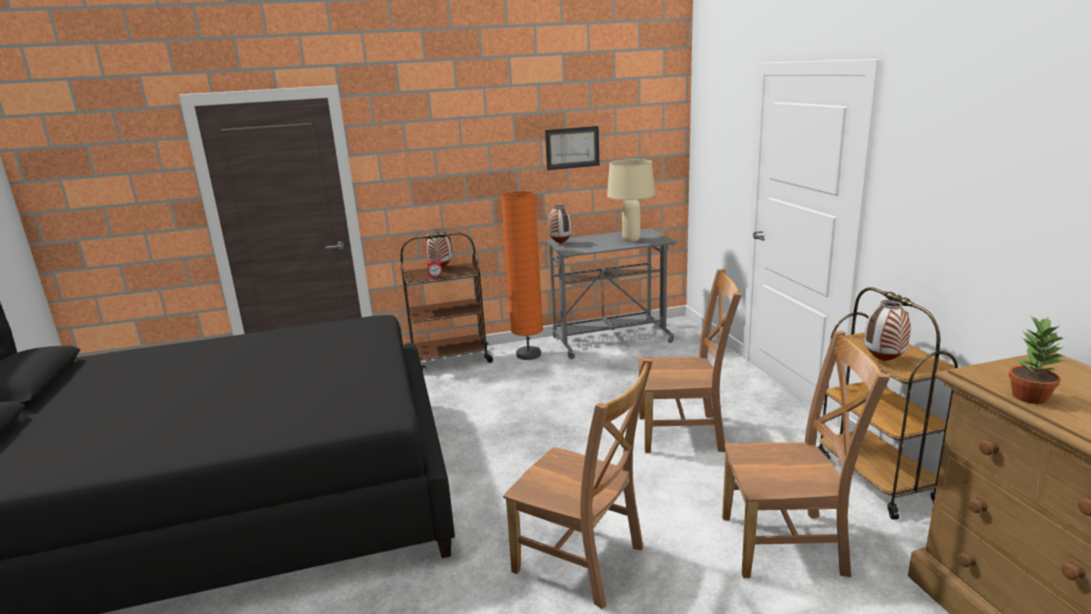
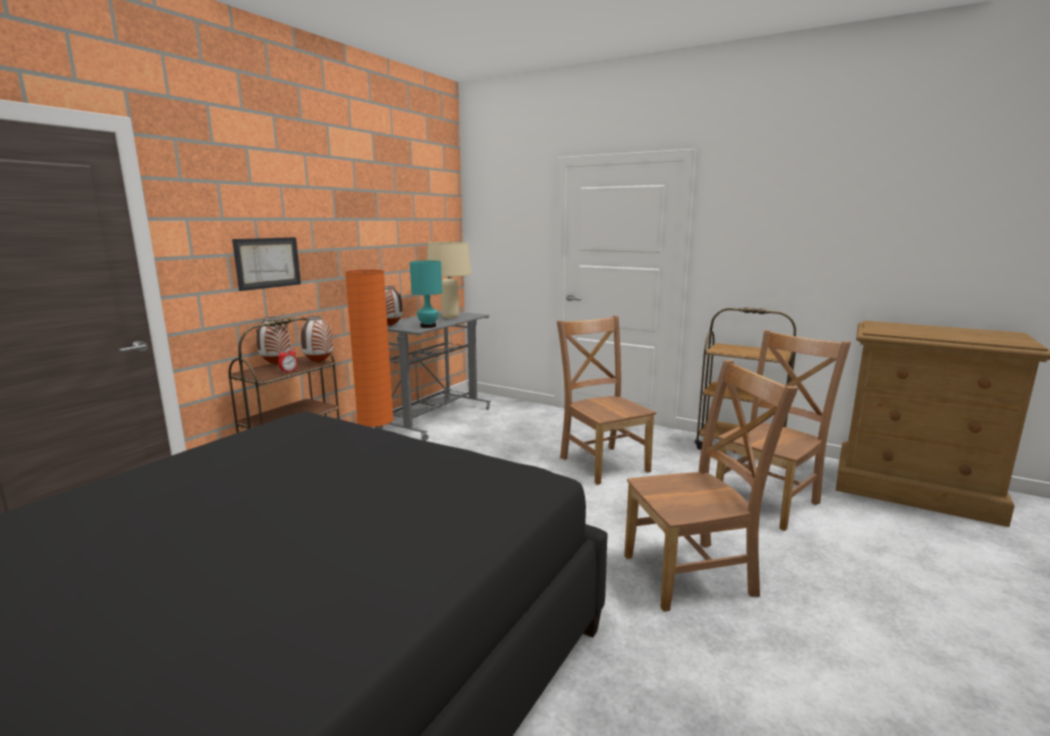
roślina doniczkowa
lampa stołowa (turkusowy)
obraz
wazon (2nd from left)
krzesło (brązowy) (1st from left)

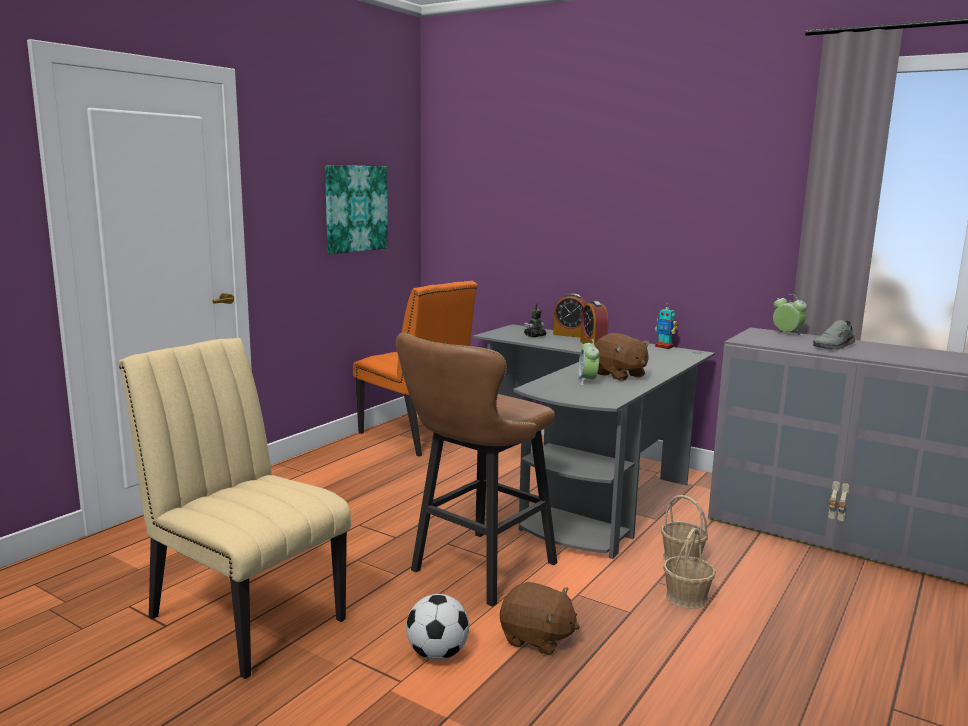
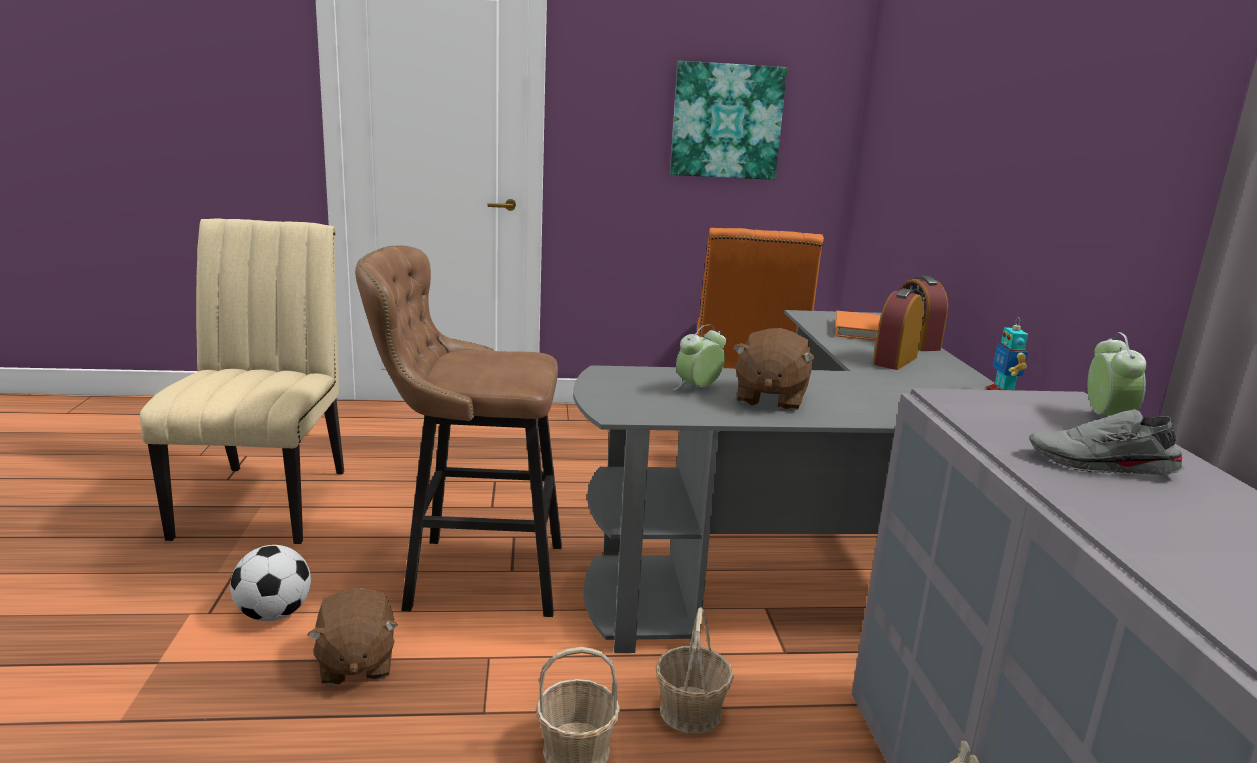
książka (pomarańczowy)

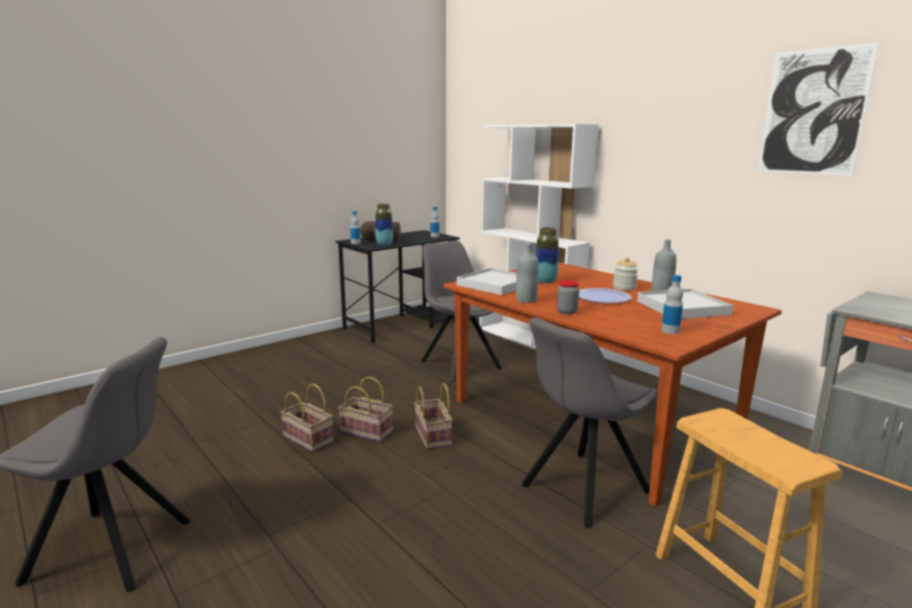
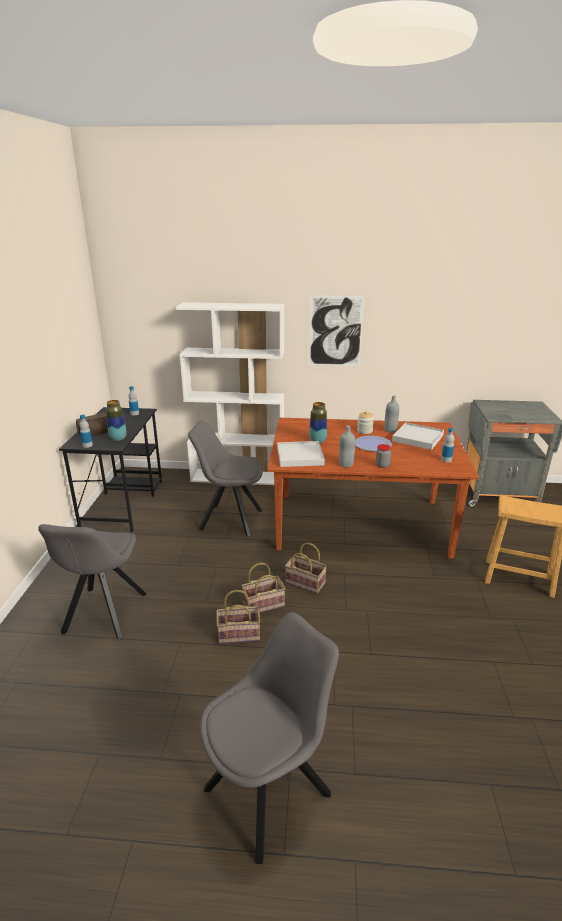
krzesło (szary) (1st from left)
obraz

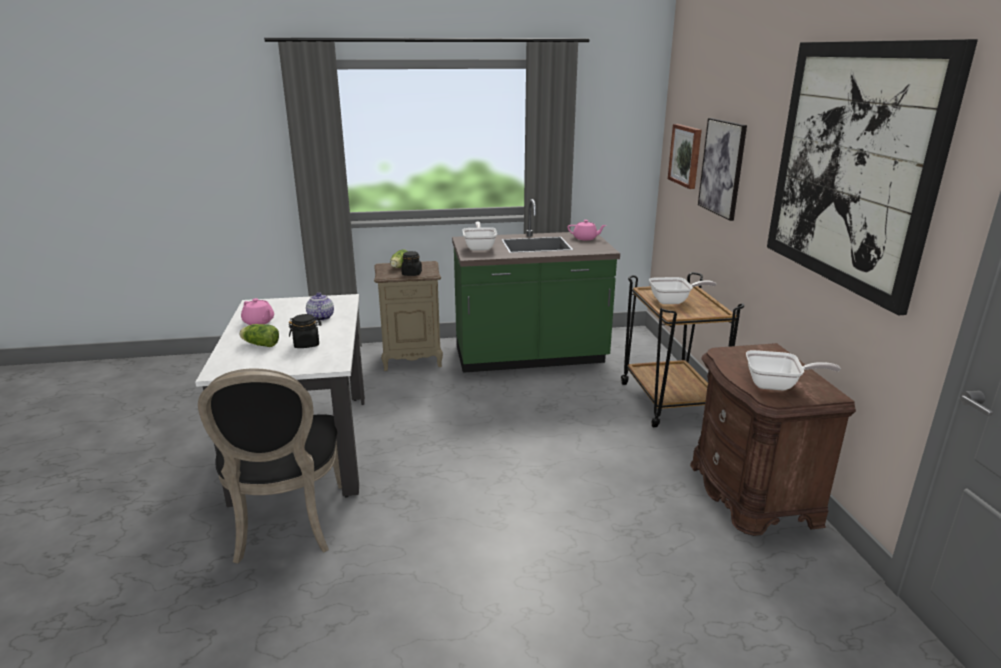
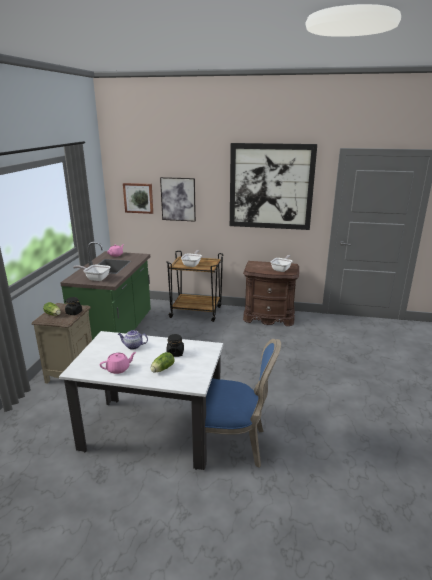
krzesło (niebieski)

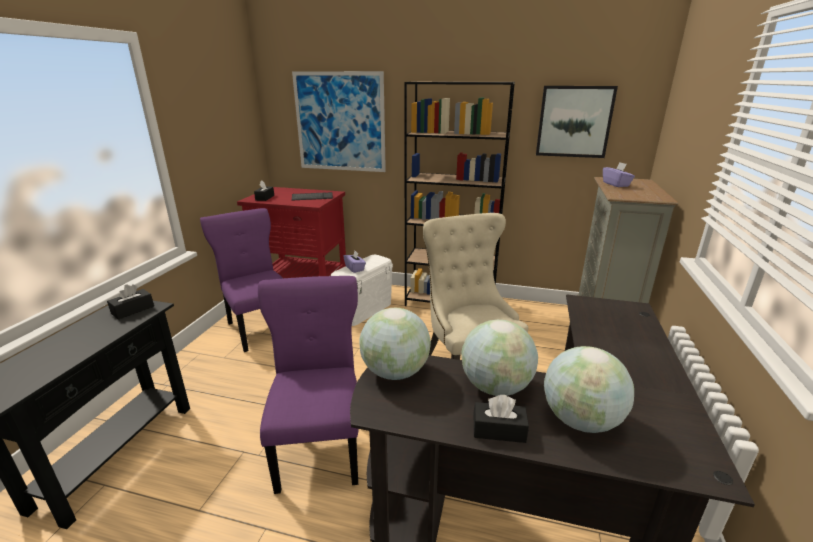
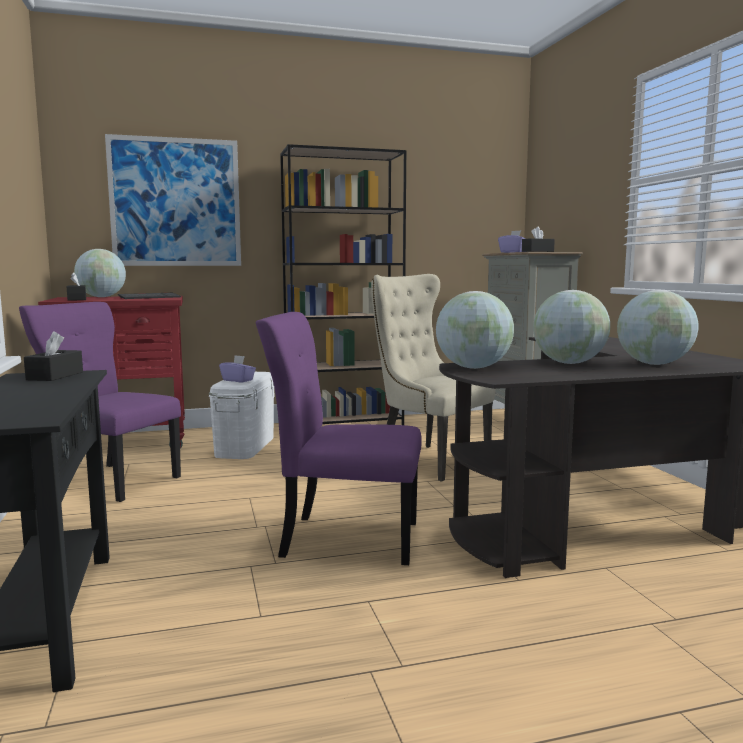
obraz (2nd from left in the first image)
globus (1st from left)
pudełko chusteczek (czarny) (3rd from left)
krzesło (fioletowy) (2nd from left)

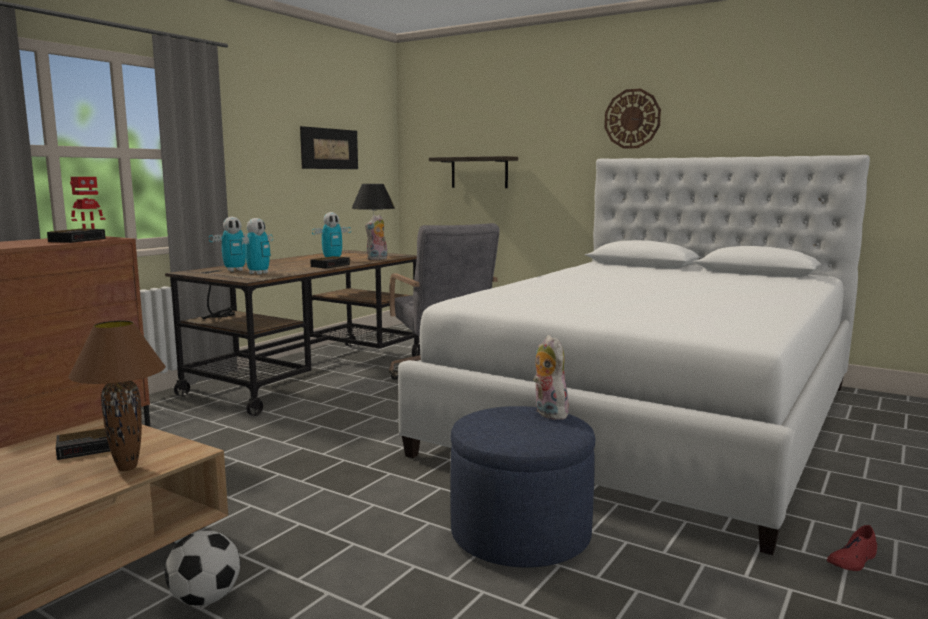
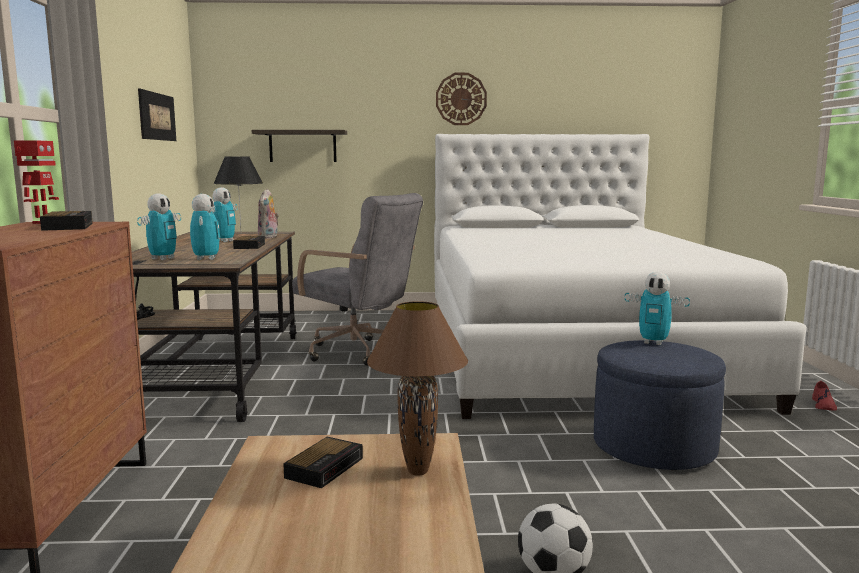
robot zabawkowy (5th from left)

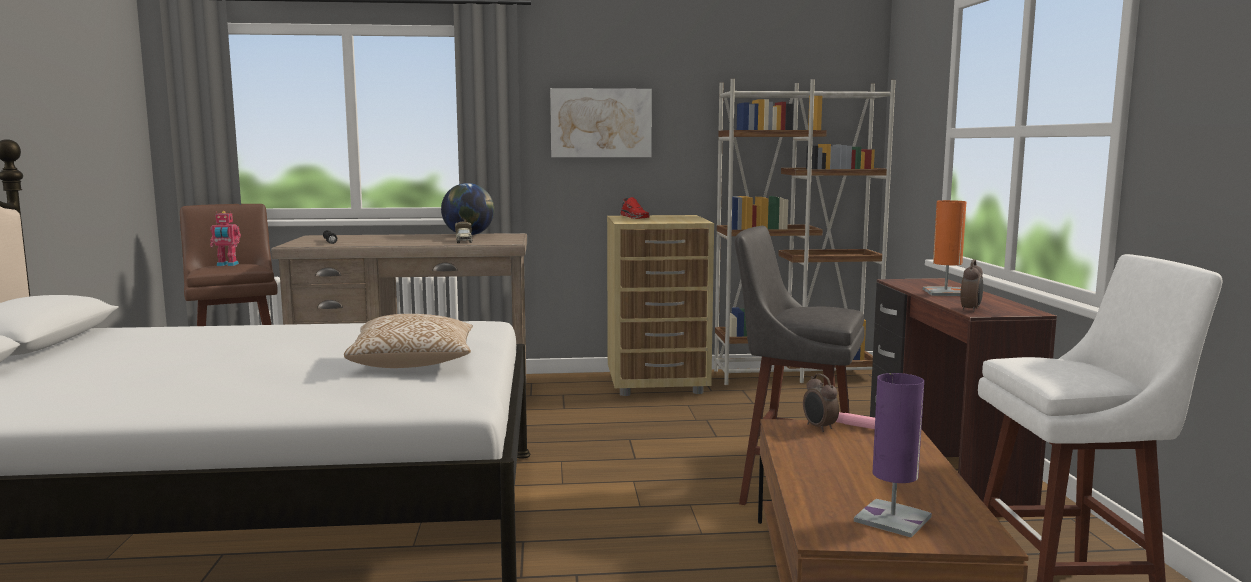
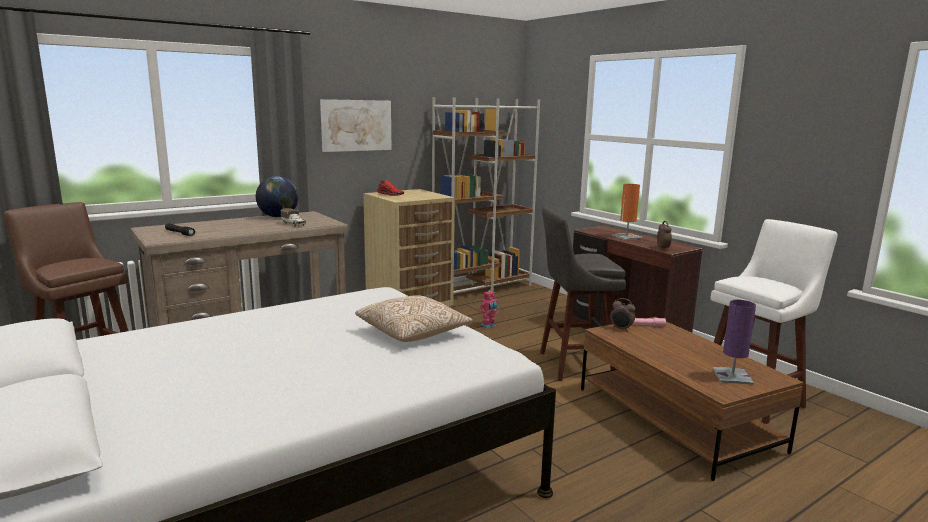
robot zabawkowy

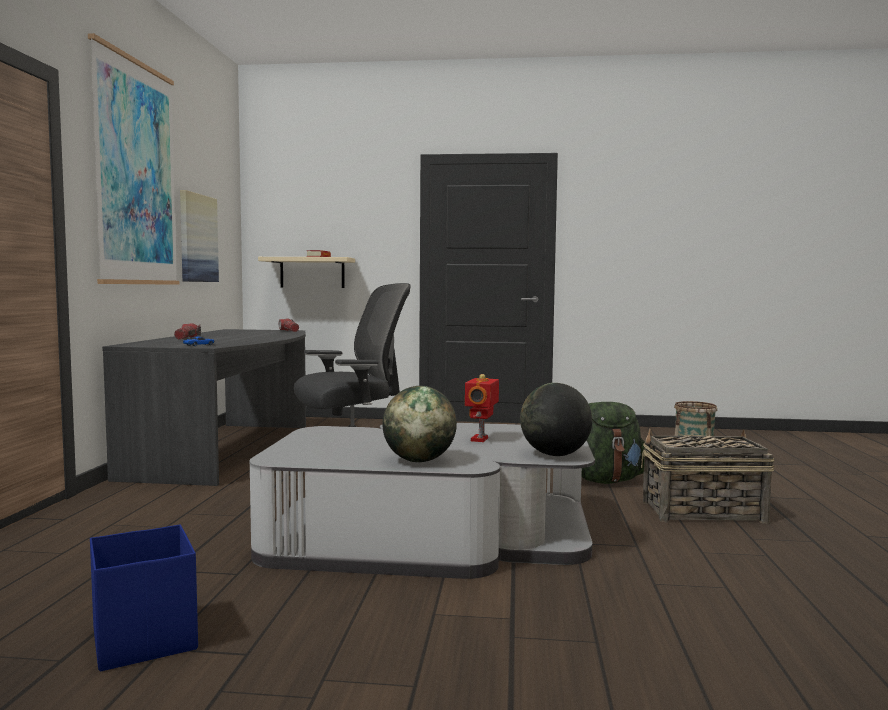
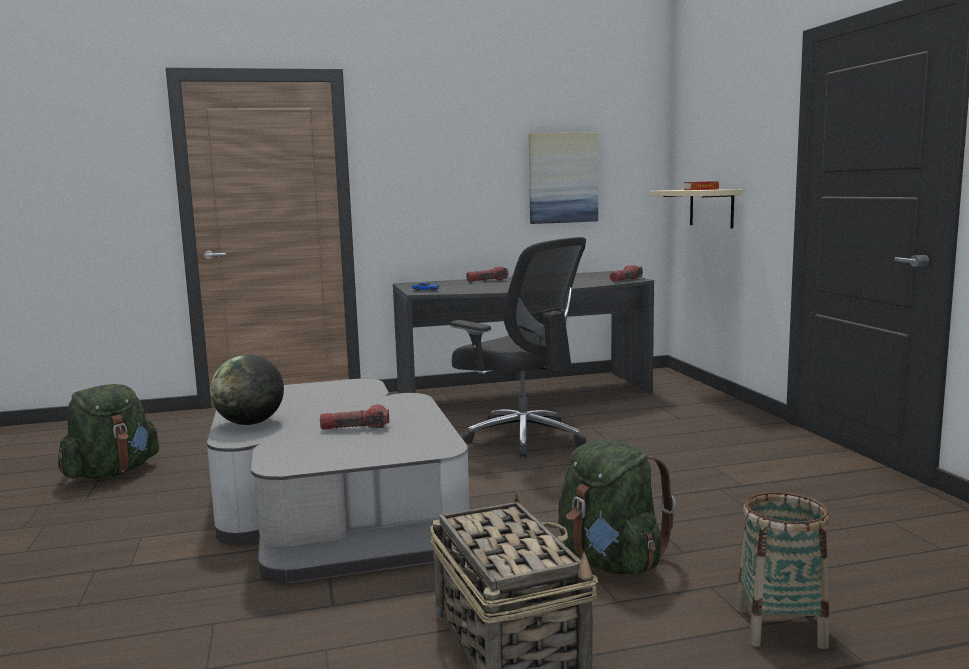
obraz (1st from left in the first image)
globus (2nd from left in the first image)
plecak (zielony) (1st from left)
latarka (1st from left)

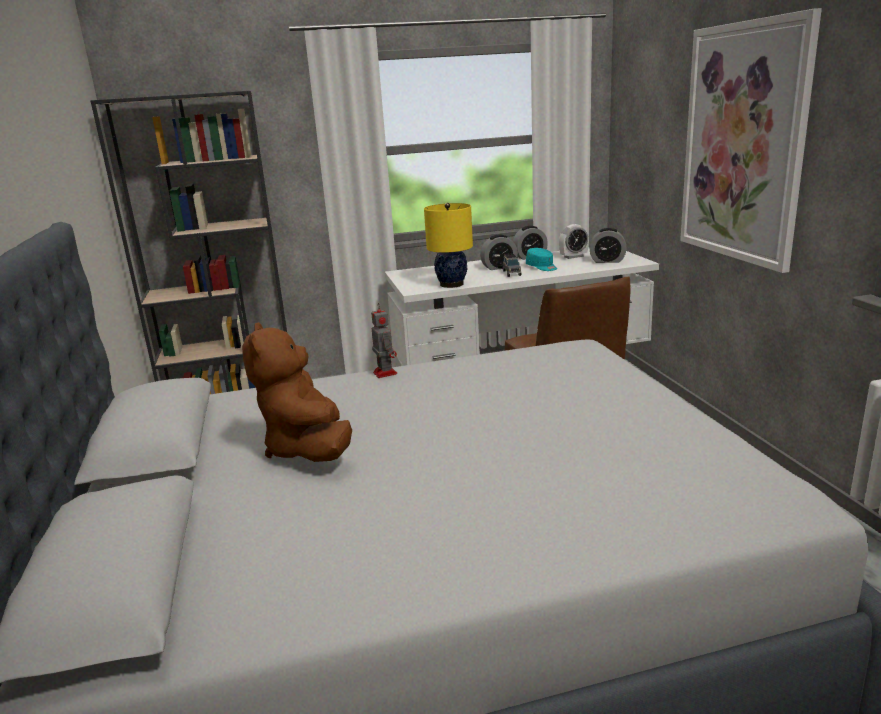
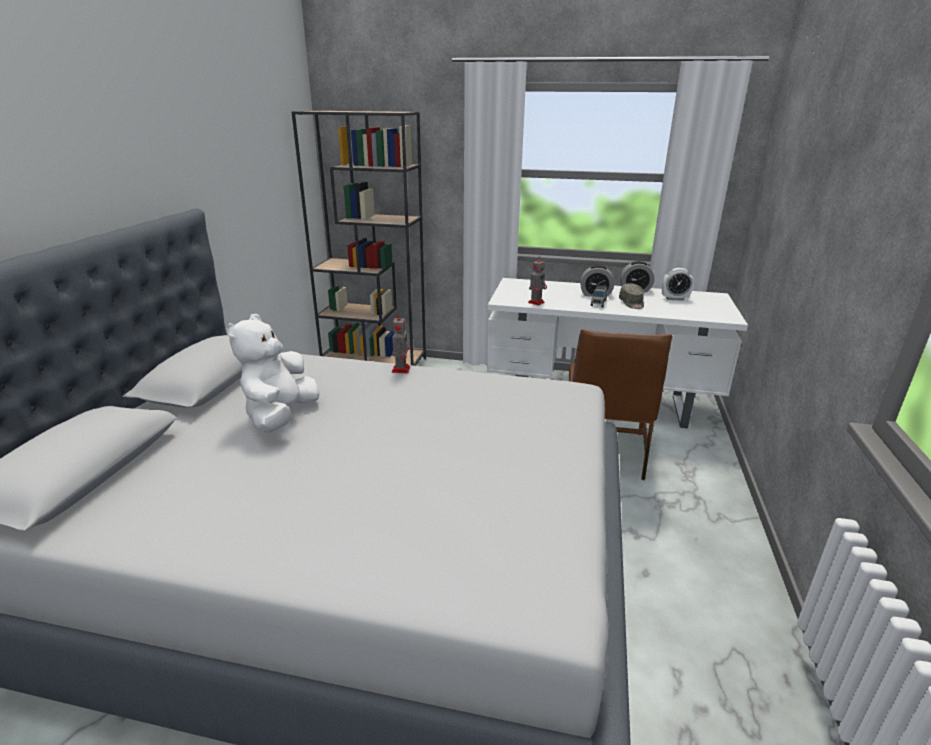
budzik (4th from left in the first image)
obraz
robot zabawkowy (2nd from left)
pluszak (biały)
czapka z daszkiem (szary)

